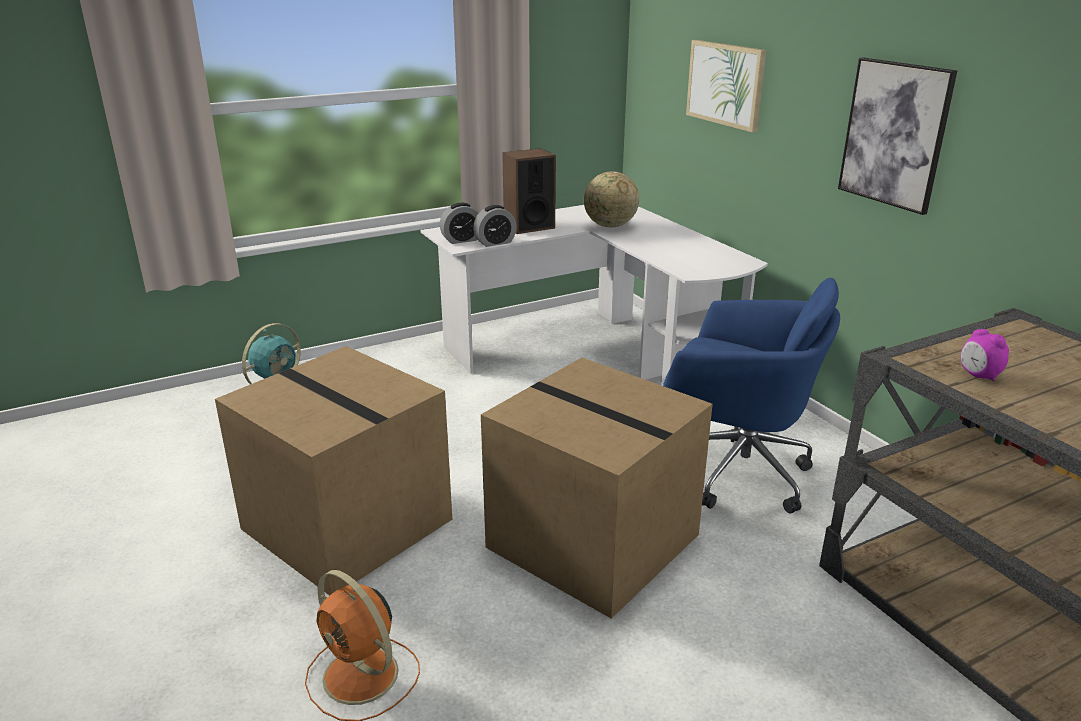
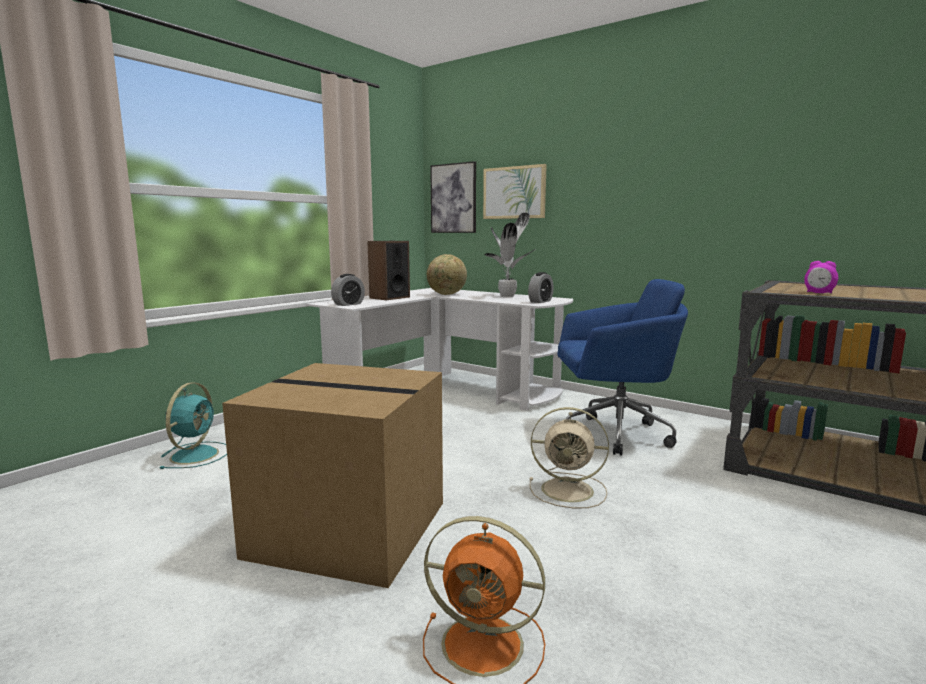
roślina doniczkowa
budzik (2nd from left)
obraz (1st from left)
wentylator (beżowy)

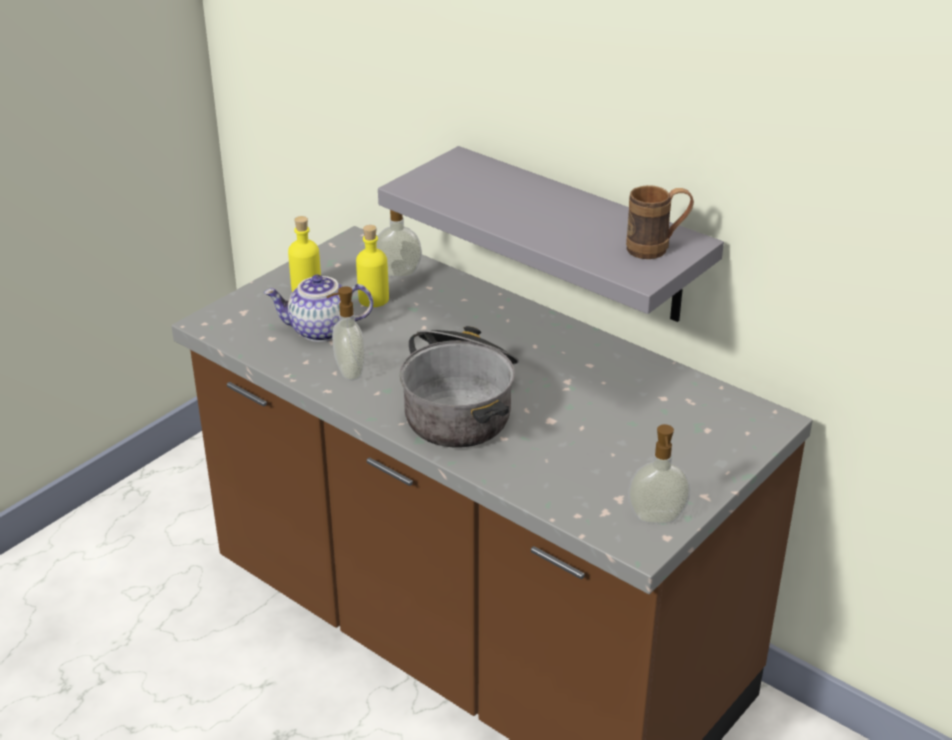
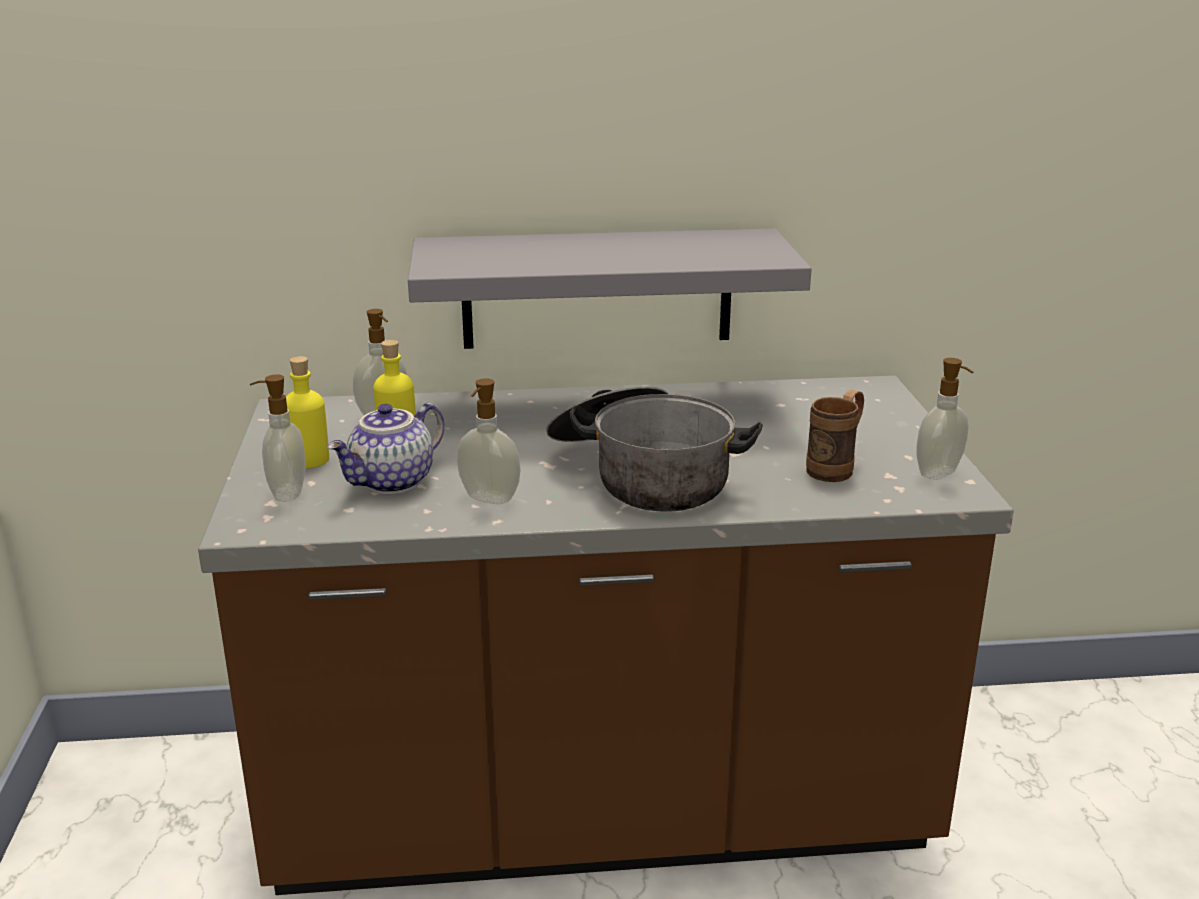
dozownik mydła (1st from left)
kubek (brązowy)

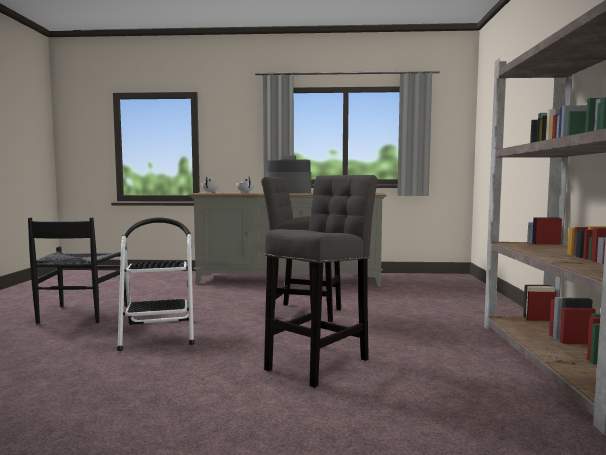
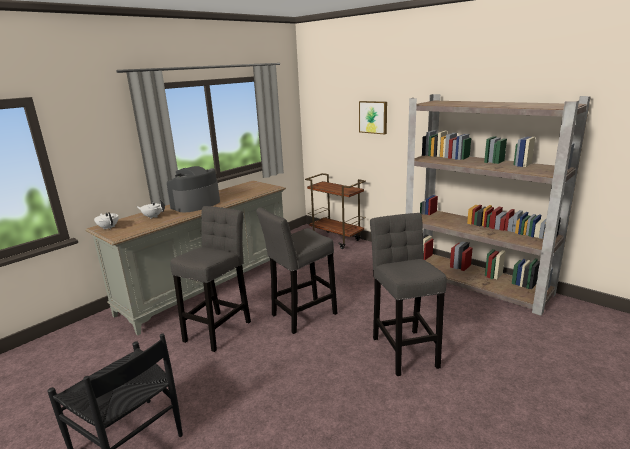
drabinka
stołek (szary) (1st from left)
wózek (brązowy)
obraz

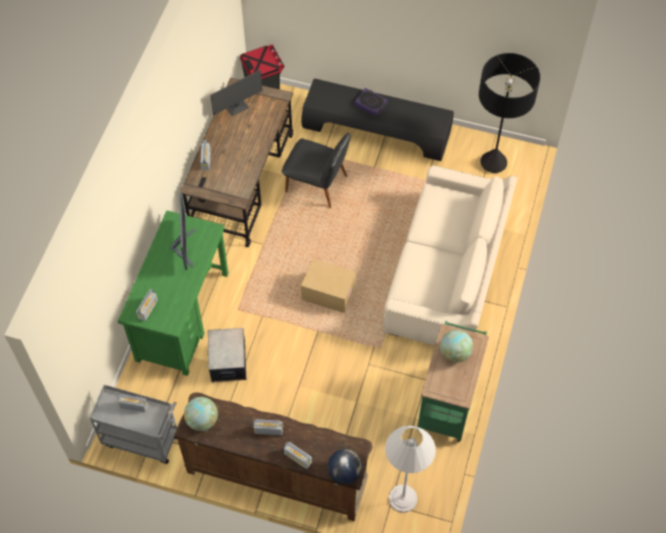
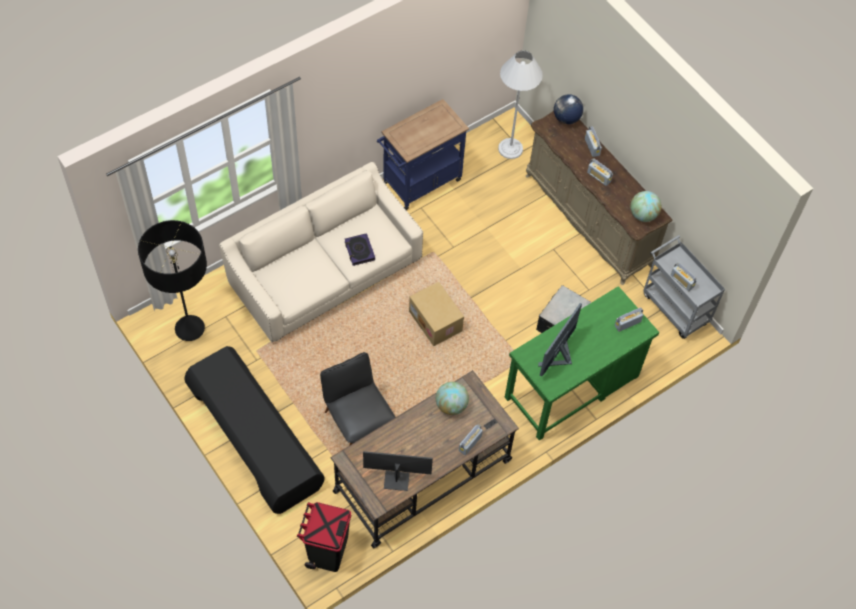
książka
globus (1st from left)
wózek (niebieski)

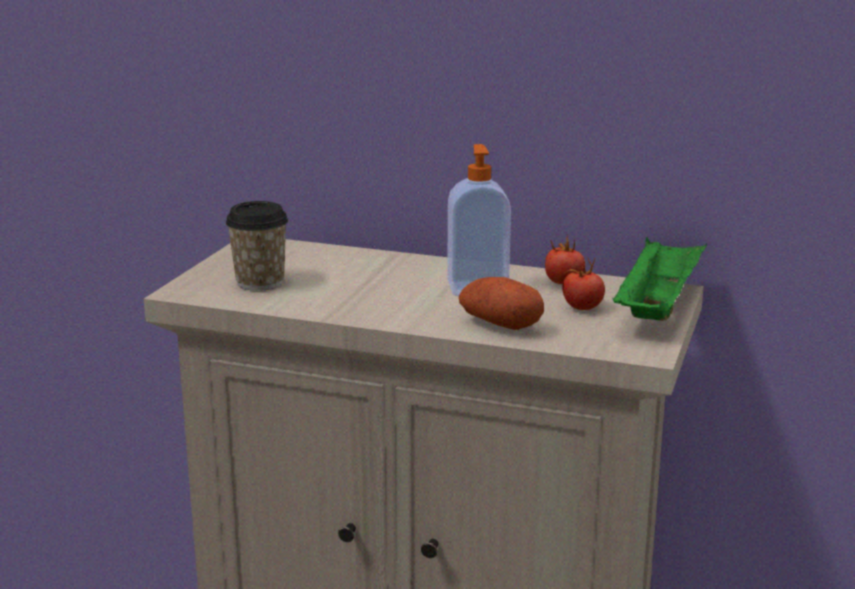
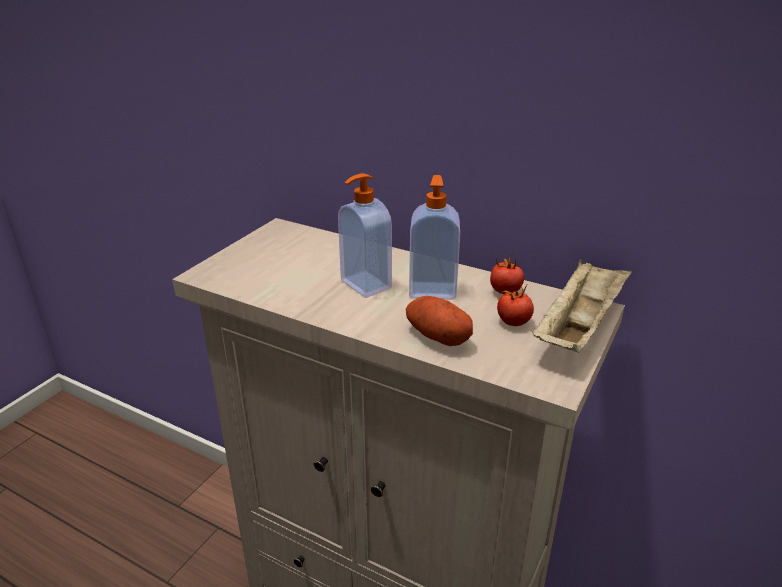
filiżanka
dozownik mydła (1st from left)
taca (beżowy)

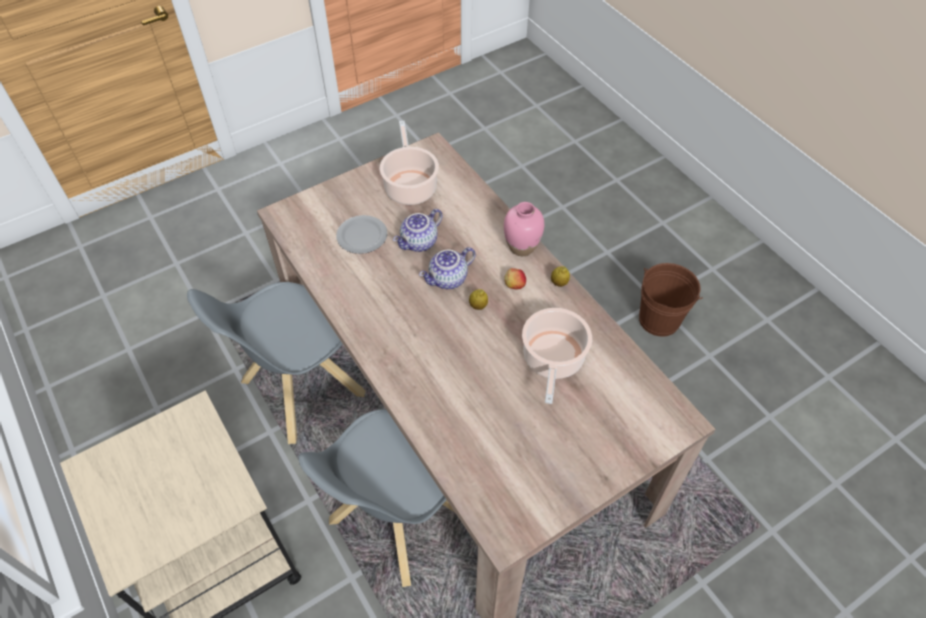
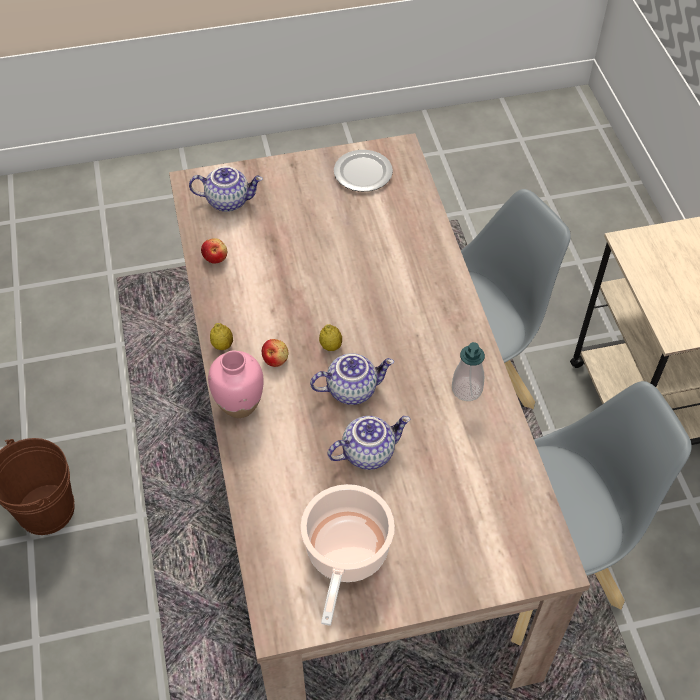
garnek (2nd from left in the first image)
imbryk (1st from left)
jabłko (1st from left)
dozownik mydła
talerz

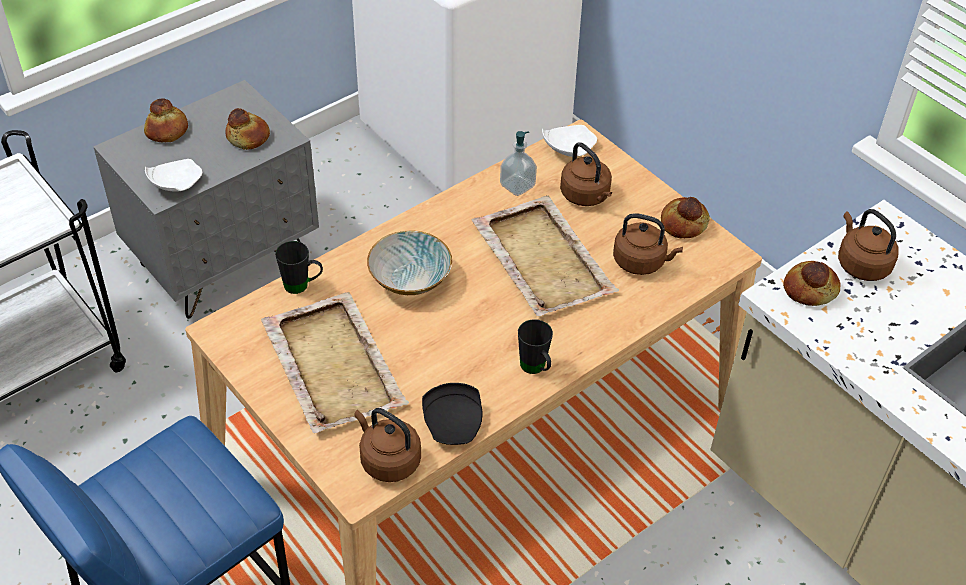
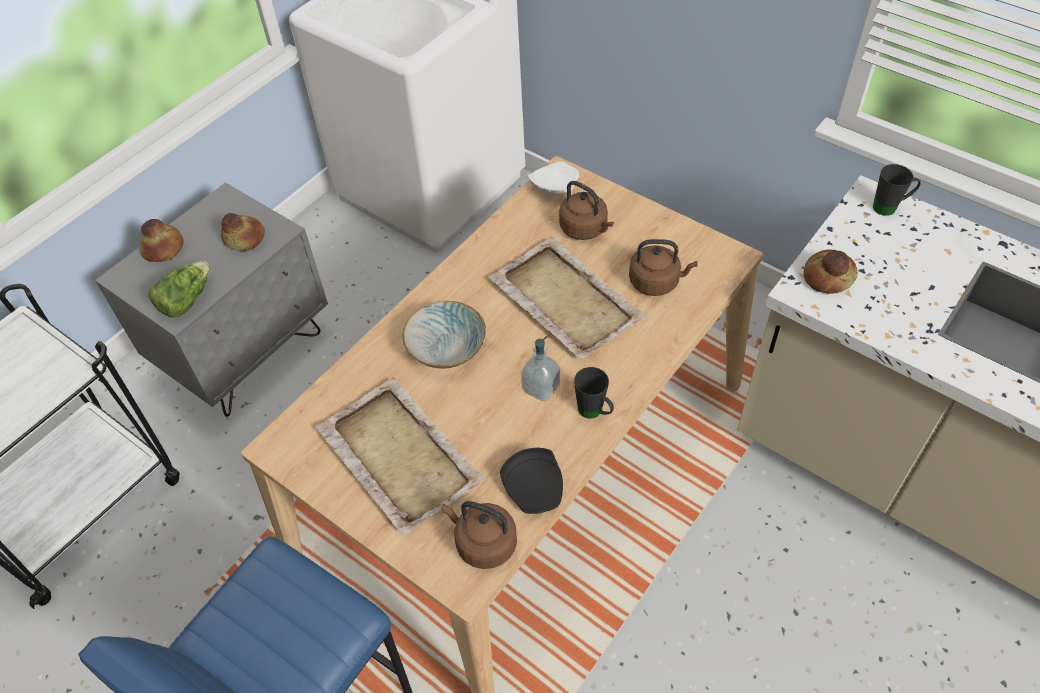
chleb (3rd from left in the first image)
czajnik (brązowy) (4th from left in the first image)
kubek (czarny) (2nd from left)
dozownik mydła
sałata

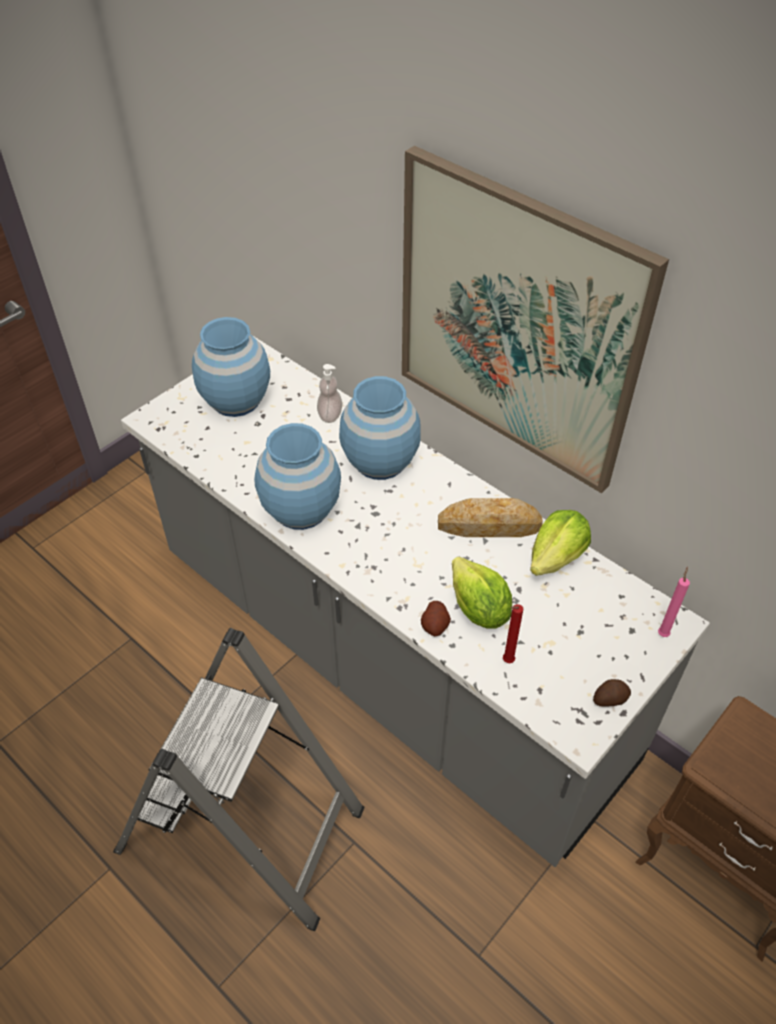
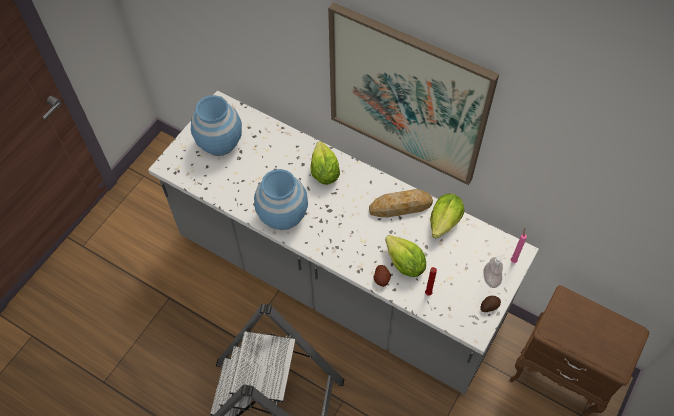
dozownik mydła
sałata (1st from left)

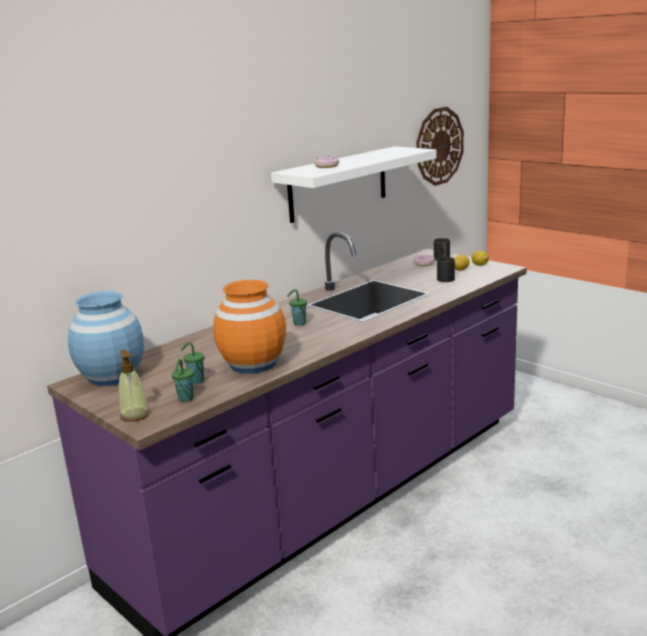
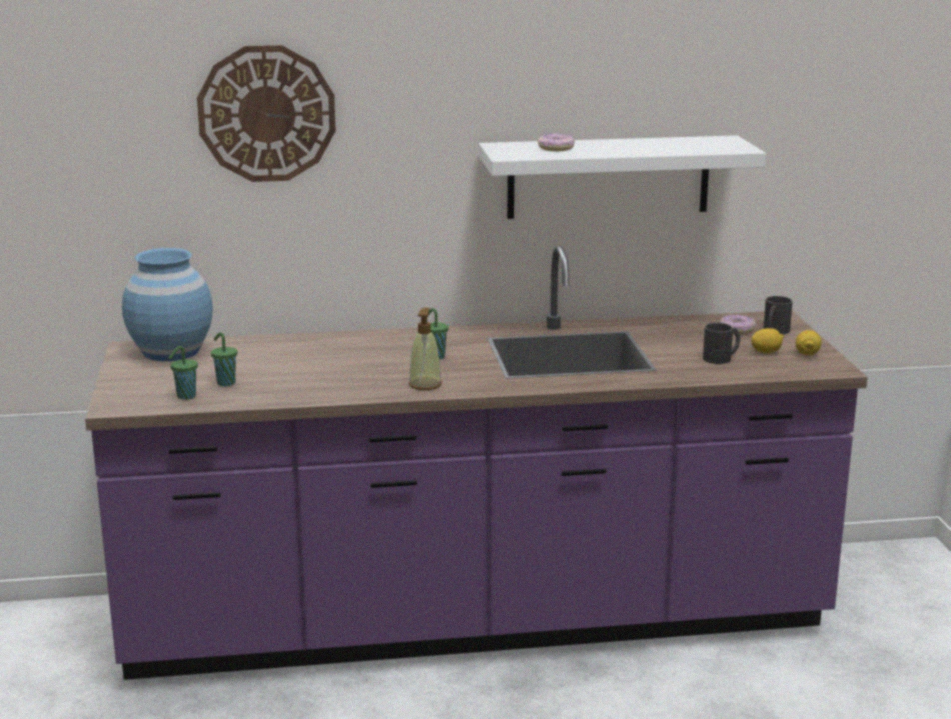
wazon (pomarańczowy)
dozownik mydła
zegar ścienny

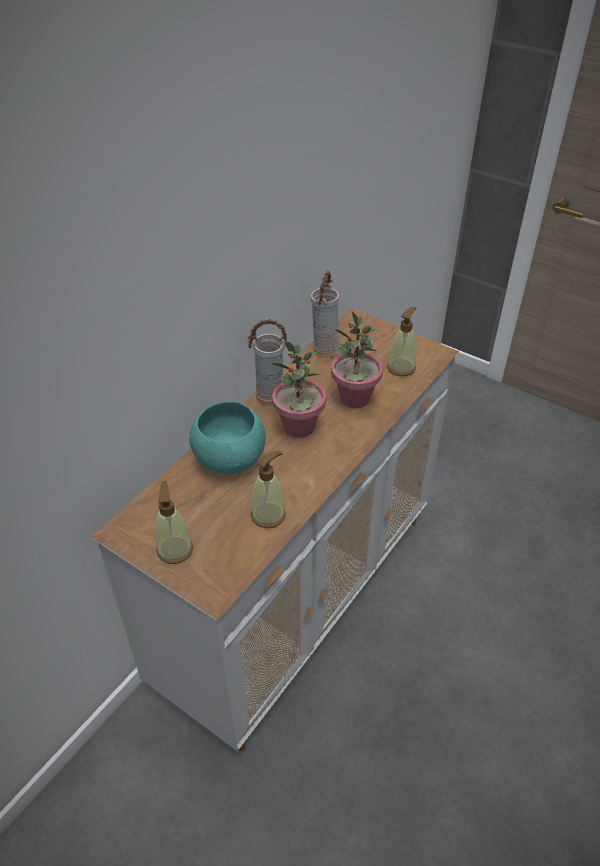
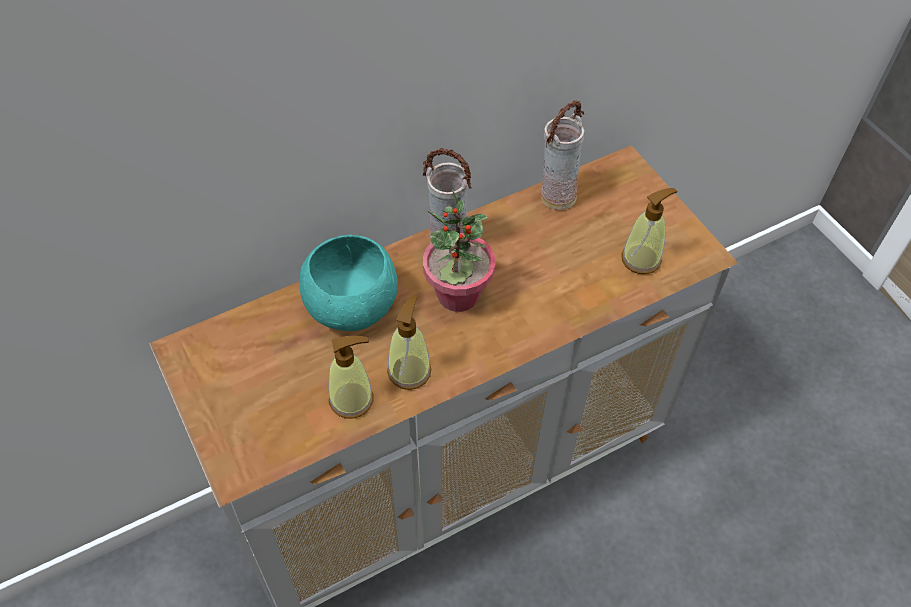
roślina doniczkowa (2nd from left in the first image)
dozownik mydła (2nd from left)

